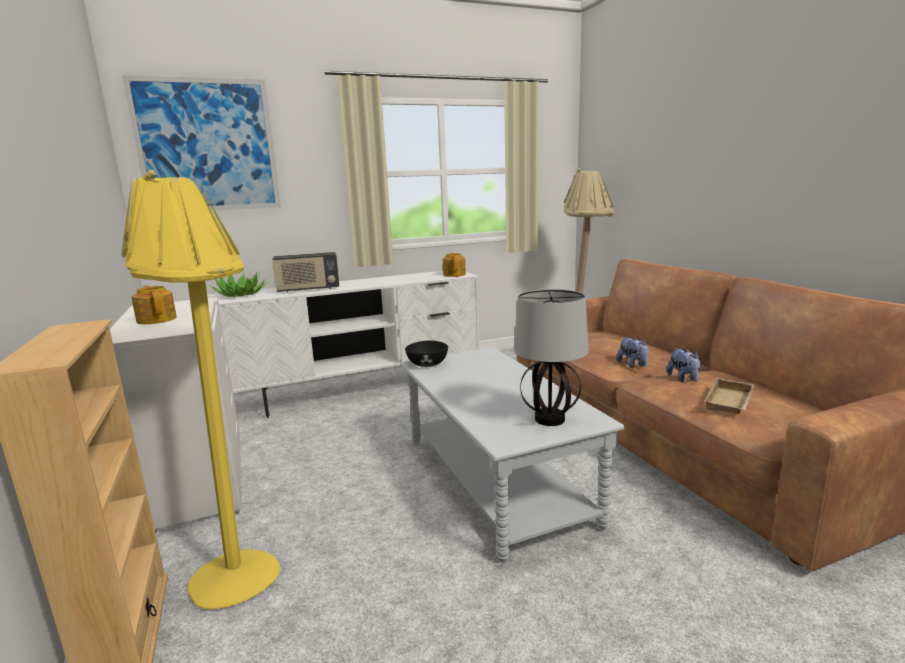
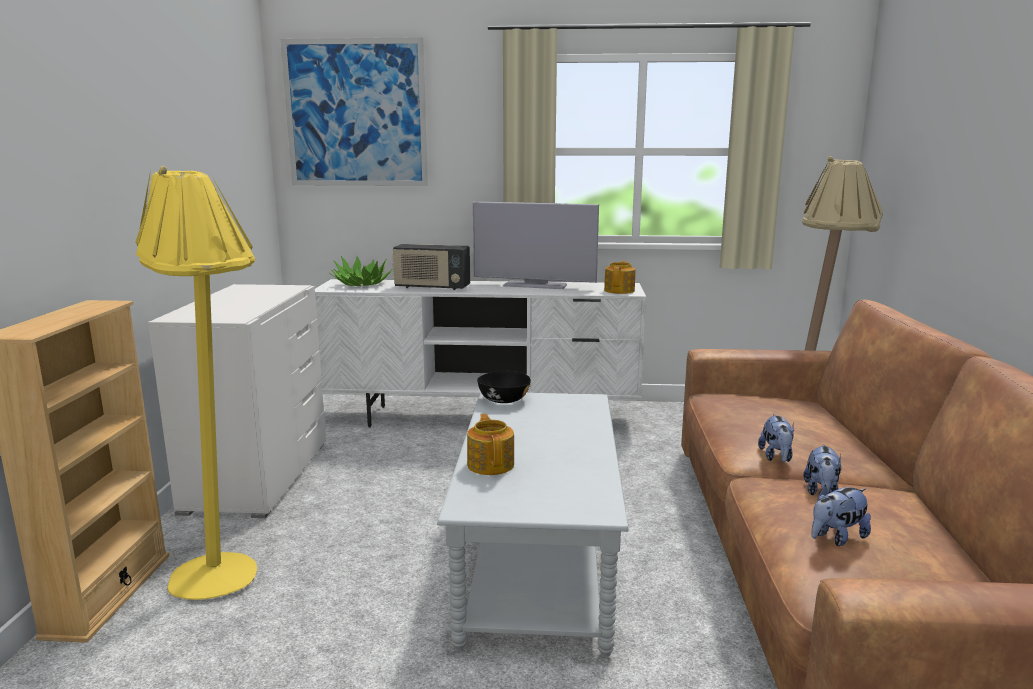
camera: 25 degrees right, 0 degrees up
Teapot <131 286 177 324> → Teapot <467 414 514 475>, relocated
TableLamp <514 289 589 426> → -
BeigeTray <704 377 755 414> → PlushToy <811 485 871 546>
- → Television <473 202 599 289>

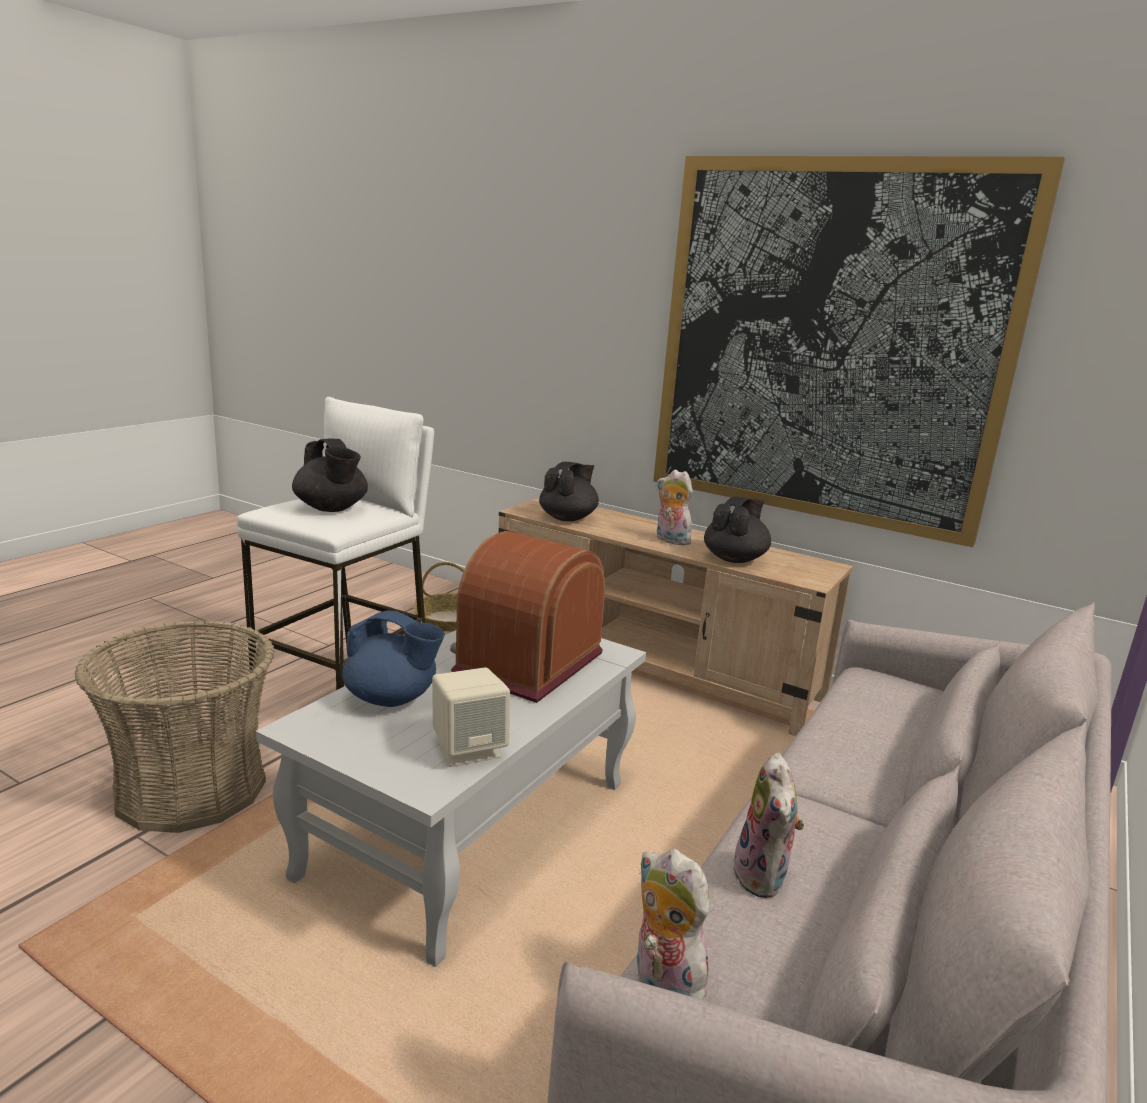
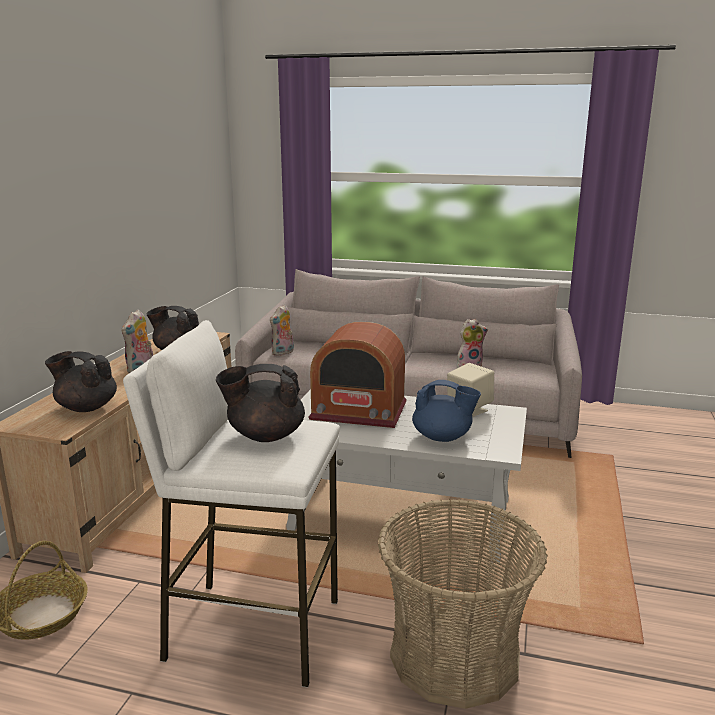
camera: 105 degrees left, 0 degrees up
BlackTeapot <292 439 368 512> → BlackTeapot <216 364 305 442>, 135 degrees counterclockwise
BlueTeapot <342 610 445 707> → BlueTeapot <412 380 481 442>, 105 degrees clockwise
PlushToy <637 848 709 1001> → PlushToy <270 305 294 356>, relocated
Picture <653 156 1065 547> → -

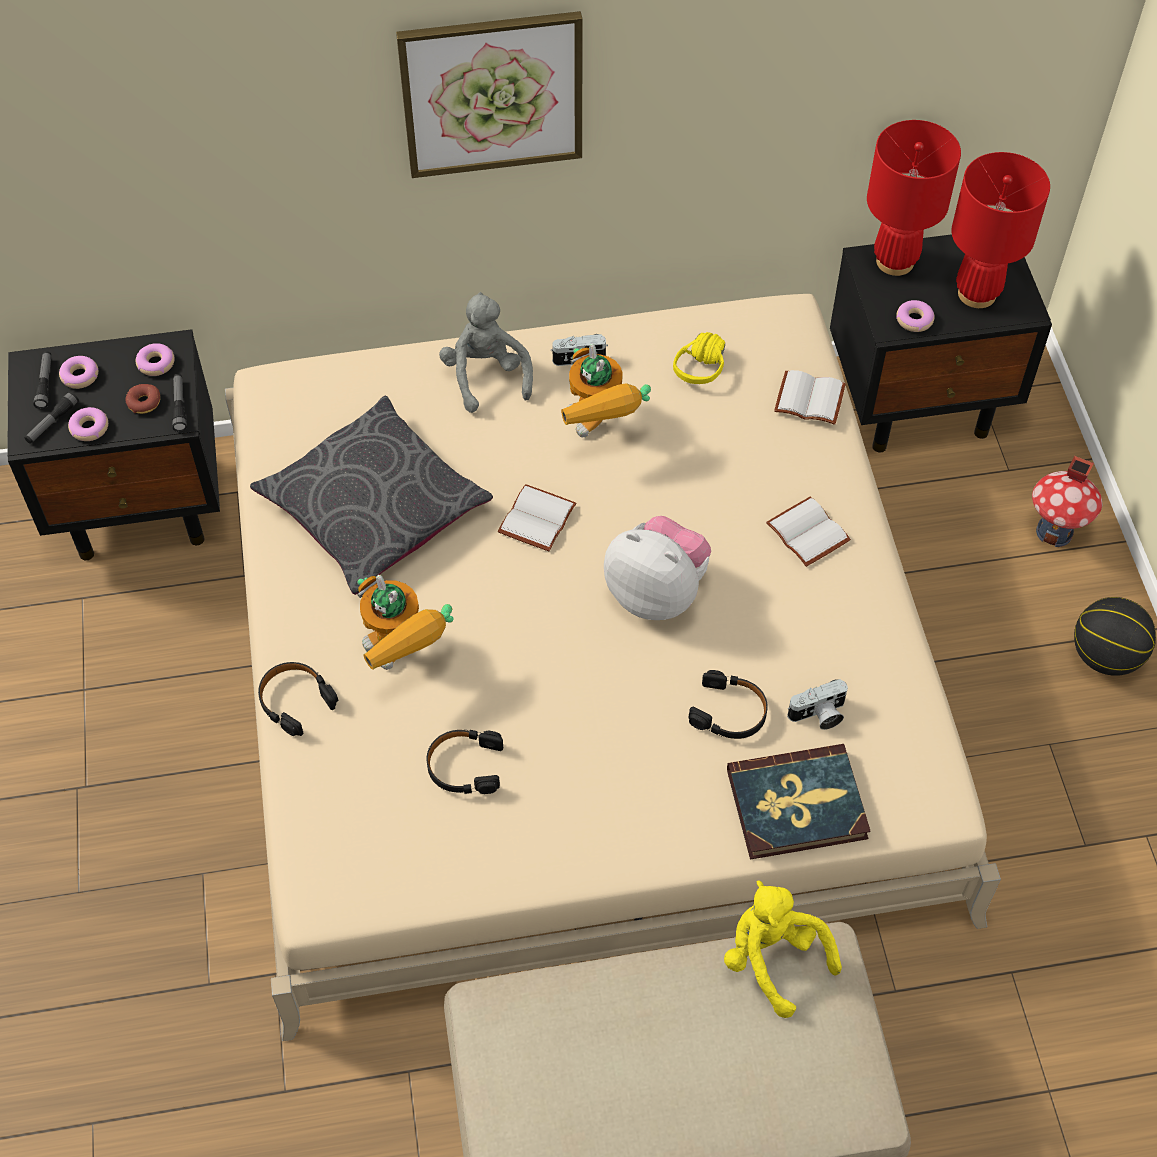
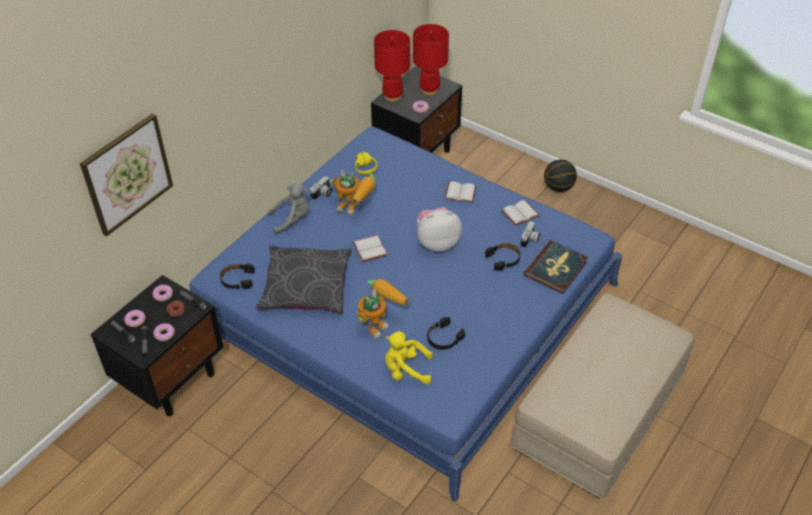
camera: 45 degrees left, 10 degrees down
BeigeBed <225 294 1001 1041> → BlueBed <189 126 623 502>
BlackHeadphones <258 662 338 736> → BlackHeadphones <220 264 255 289>, relocated
ToyRobot <357 575 453 670> → ToyRobot <356 279 409 339>, 60 degrees counterclockwise
Picture <396 11 583 178> → Picture <80 113 173 236>, relocated
GreyPlushToy <439 292 533 413> → GreyPlushToy <268 183 310 234>, 135 degrees clockwise
YellowPlushToy <724 880 842 1018> → YellowPlushToy <385 331 433 385>, relocated
WhiteBook <774 370 846 425> → WhiteBook <501 200 540 226>, relocated
ToyHouse <1032 456 1102 547> → -

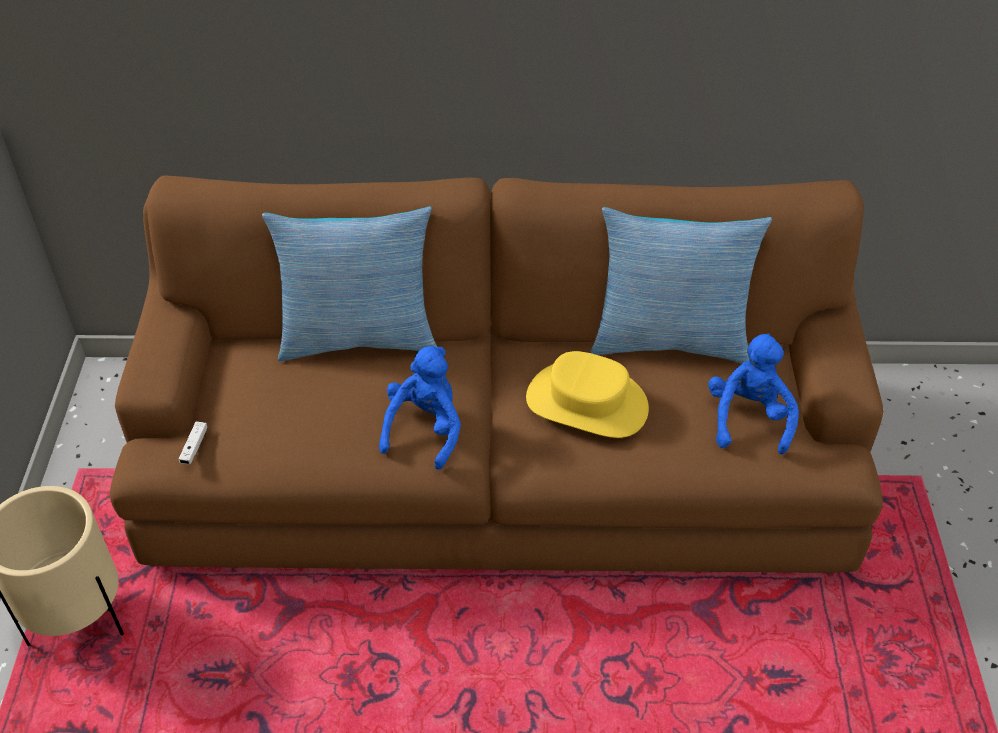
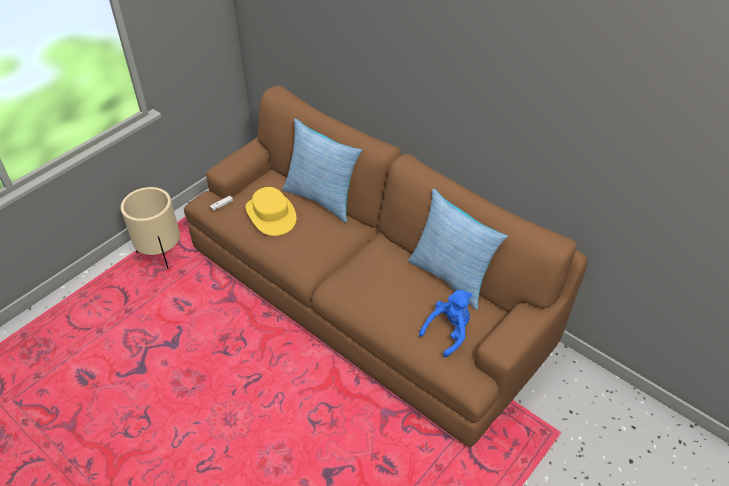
camera: 40 degrees right, 0 degrees up
BluePlushToy <379 346 461 470> → -
YellowHat <526 351 649 438> → YellowHat <246 187 296 236>, relocated

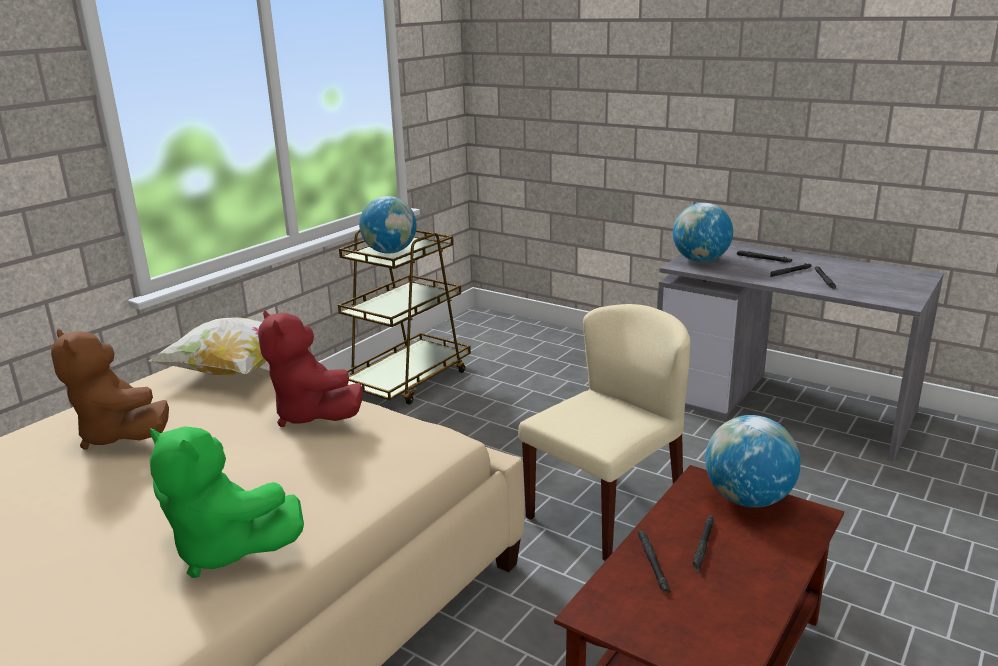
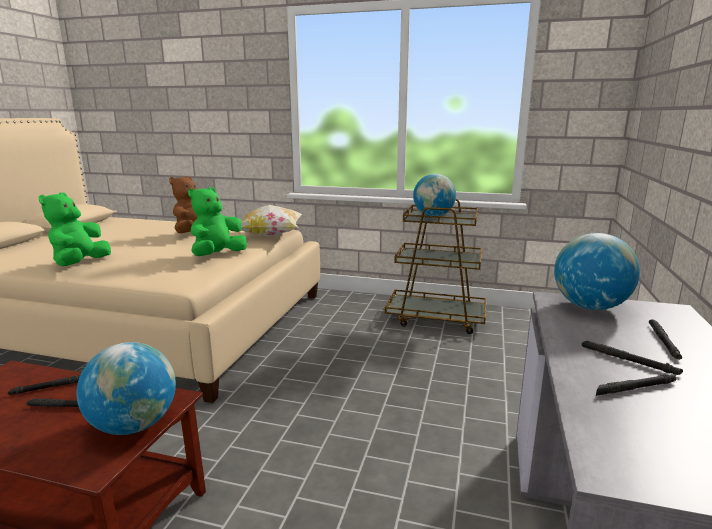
camera: 70 degrees right, 5 degrees down
RedPlushToy <258 310 363 427> → GreenPlushToy <188 187 247 256>
BeigeChair <518 304 690 561> → -

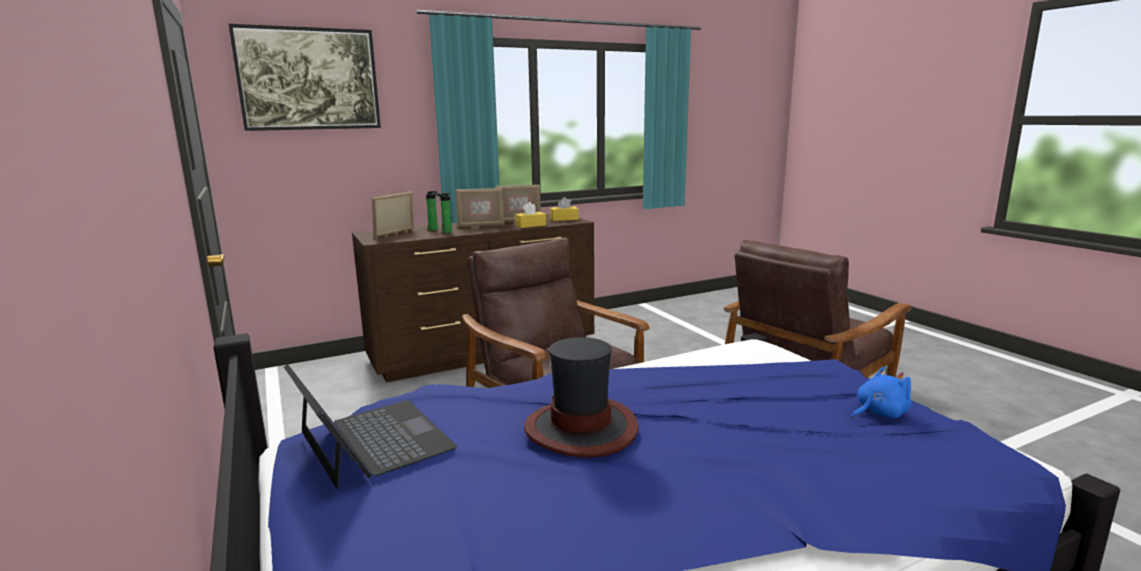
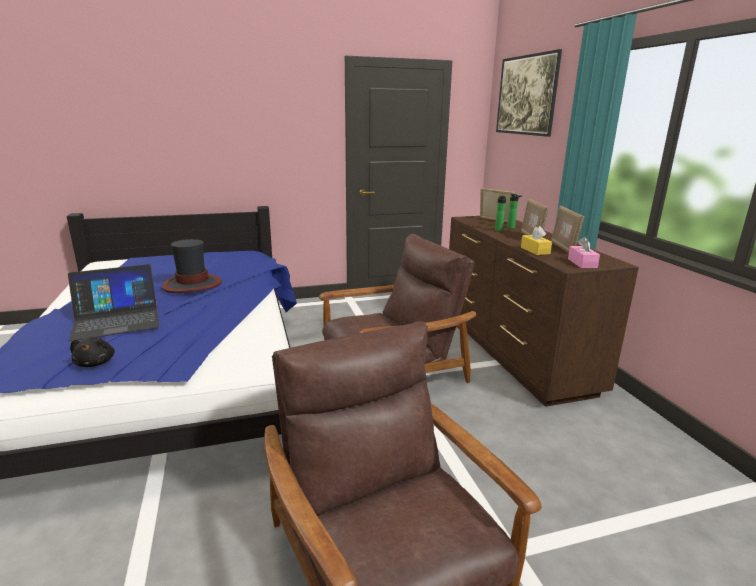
camera: 100 degrees right, 5 degrees up
Laptop <284 364 457 489> → Laptop <68 264 159 341>, relocated
YellowTissueBox <550 197 579 221> → PinkTissueBox <568 237 600 268>
BluePlushToy <852 367 911 418> → BlackPlushToy <70 337 115 367>

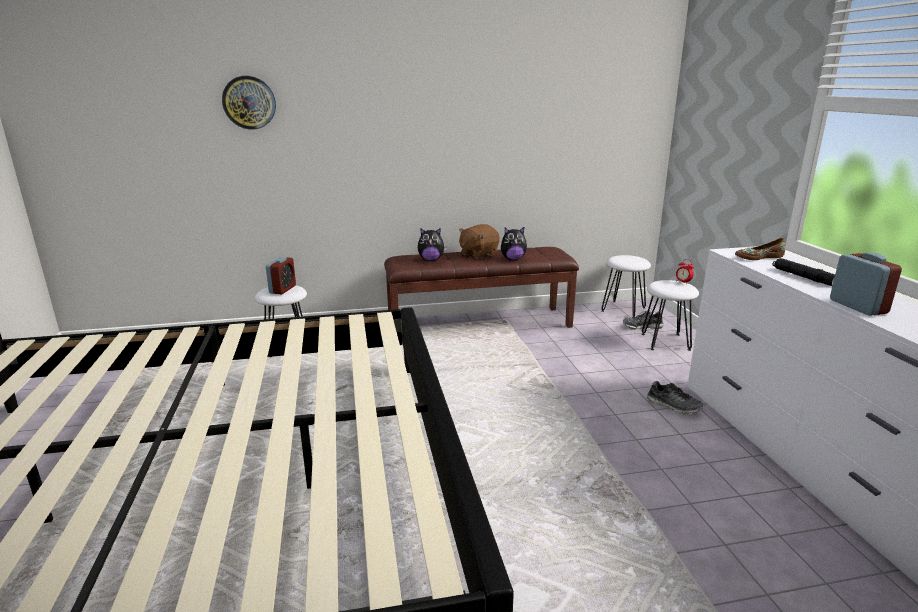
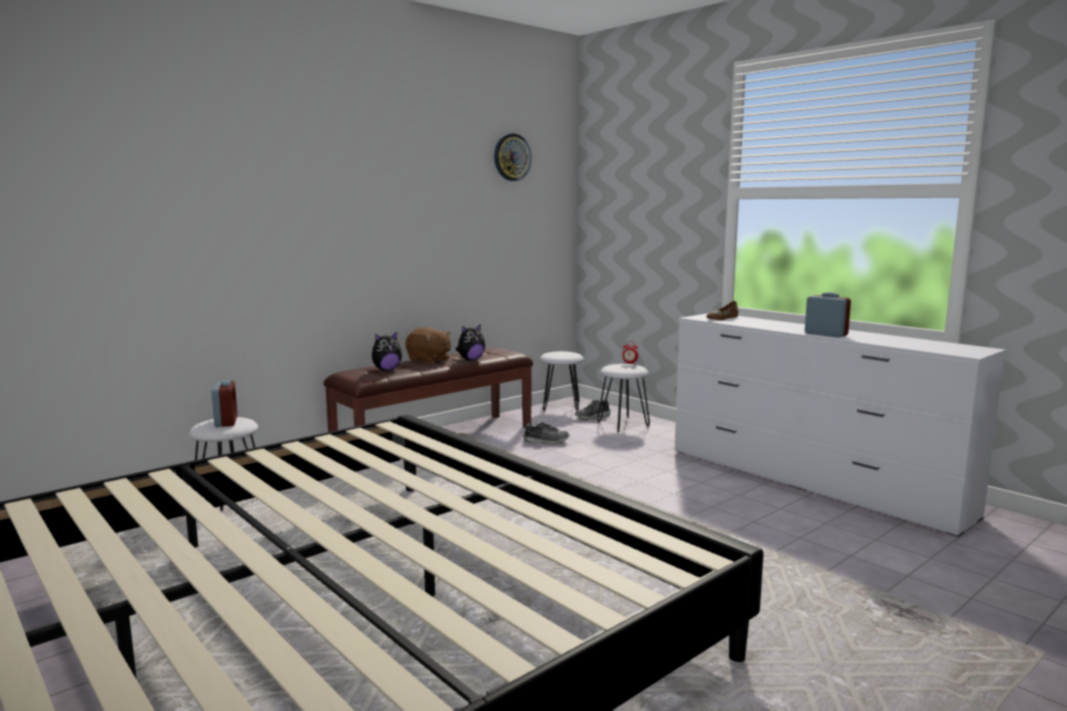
camera: 30 degrees left, 10 degrees down
WallClock <222 76 276 130> → WallClock <494 133 532 181>, relocated
BrownPlushToy <459 224 500 259> → BrownPlushToy <406 327 451 364>, 75 degrees counterclockwise
Shoe <646 381 703 415> → Shoe <523 422 569 444>, relocated
BlackFlashlight <773 258 835 286> → -

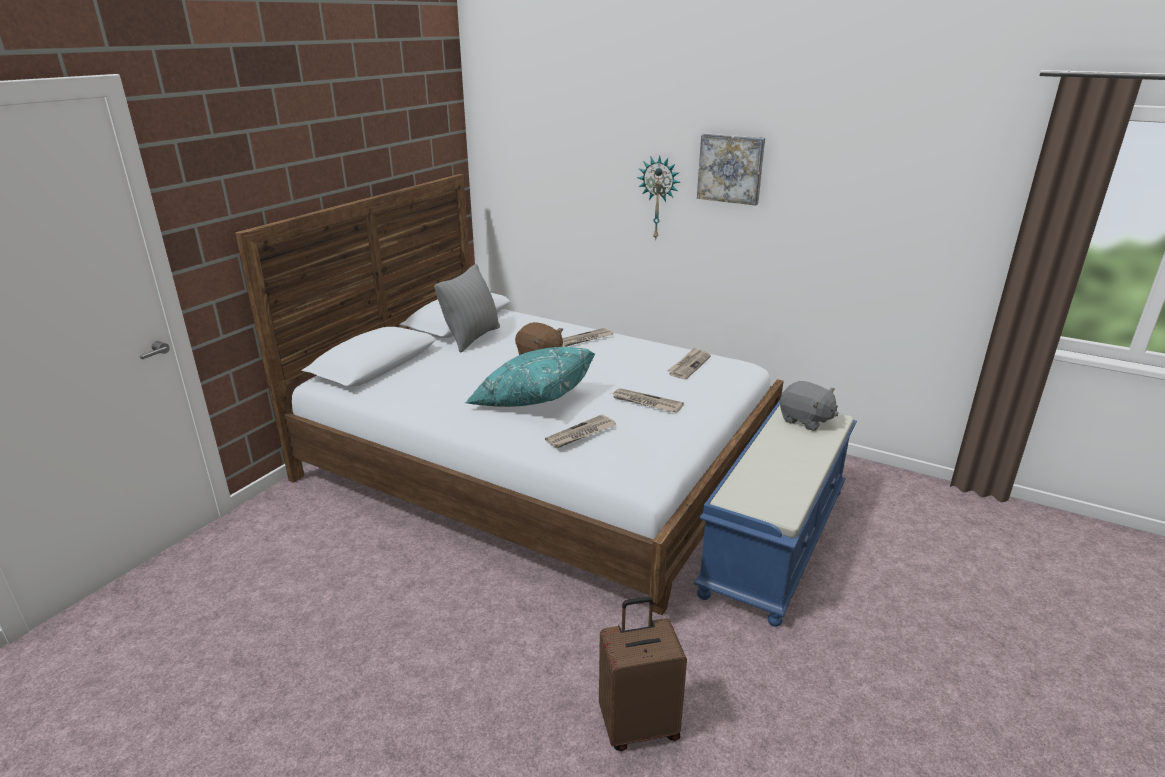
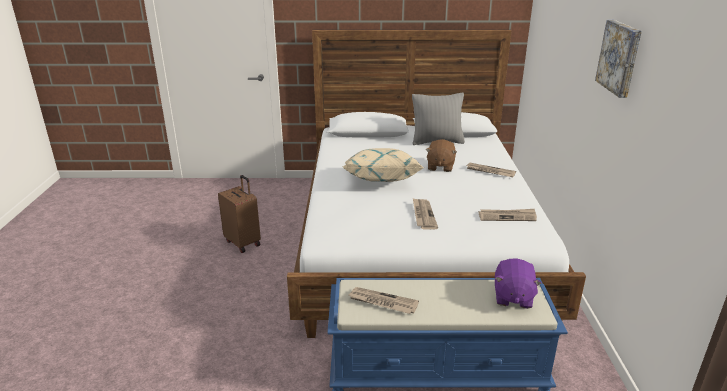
camera: 60 degrees right, 0 degrees up
TurquoisePillow <465 347 596 407> → BeigePillow <343 148 424 182>
Newspaper <545 415 616 448> → Newspaper <349 287 419 314>, relocated
BrownSuitcase <599 597 687 751> → BrownSuitcase <218 175 261 253>, relocated
WallClock <637 156 680 241> → -
GreyPlushToy <780 381 838 431> → PurplePlushToy <495 259 542 309>

